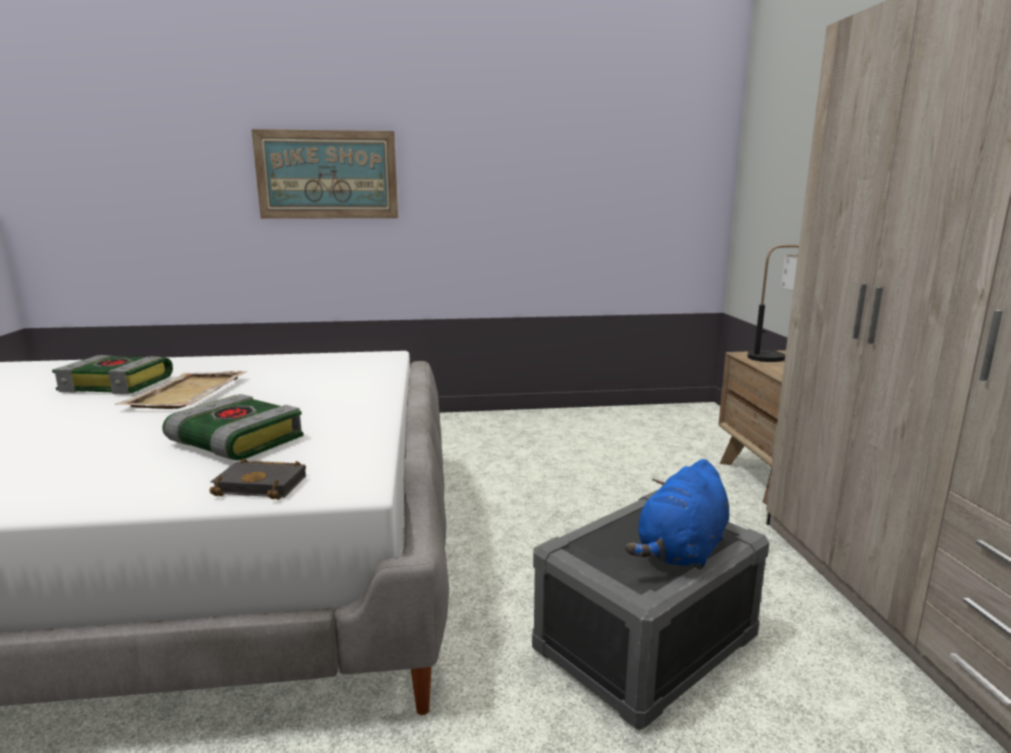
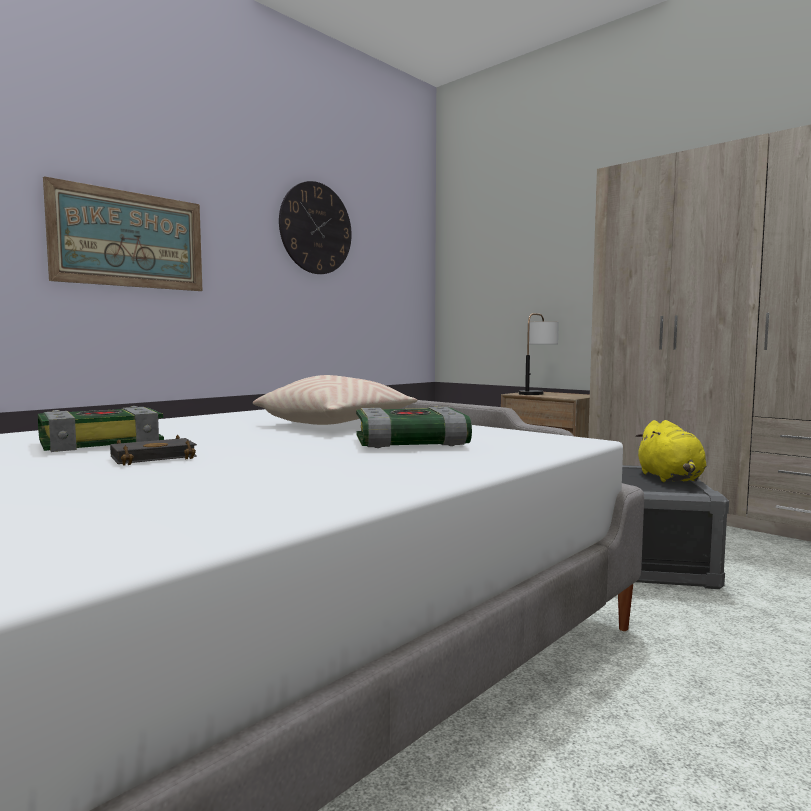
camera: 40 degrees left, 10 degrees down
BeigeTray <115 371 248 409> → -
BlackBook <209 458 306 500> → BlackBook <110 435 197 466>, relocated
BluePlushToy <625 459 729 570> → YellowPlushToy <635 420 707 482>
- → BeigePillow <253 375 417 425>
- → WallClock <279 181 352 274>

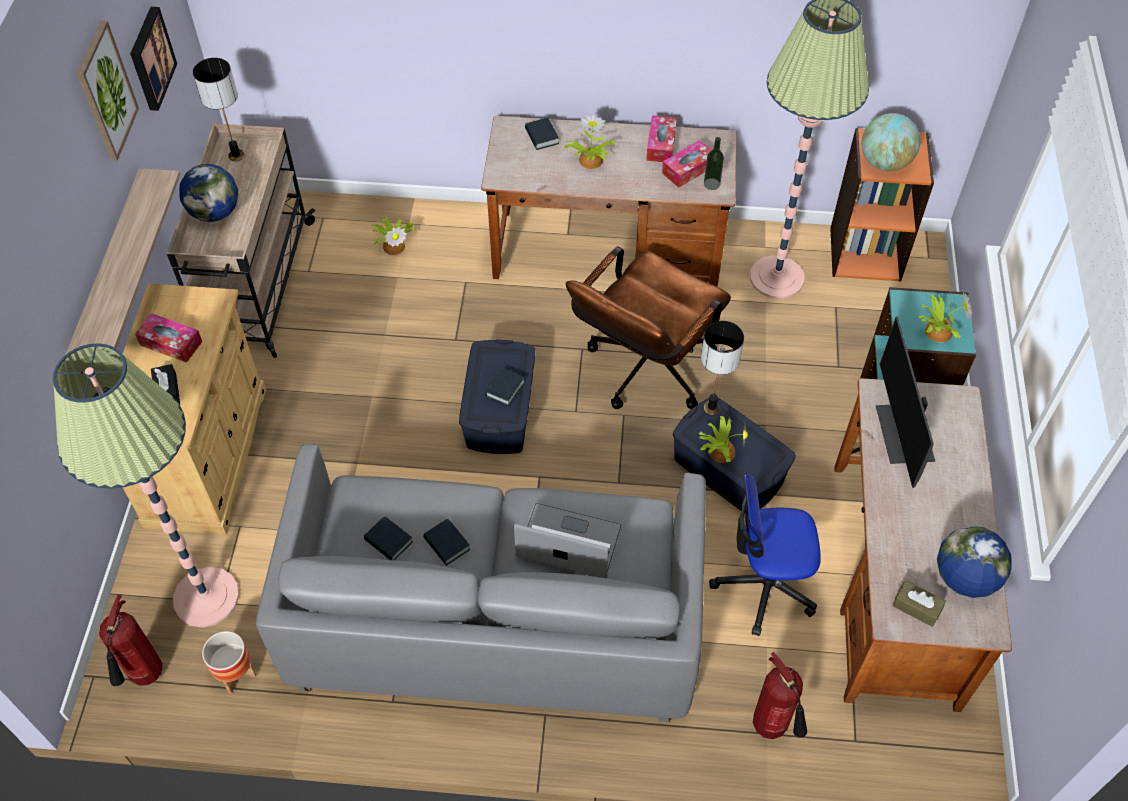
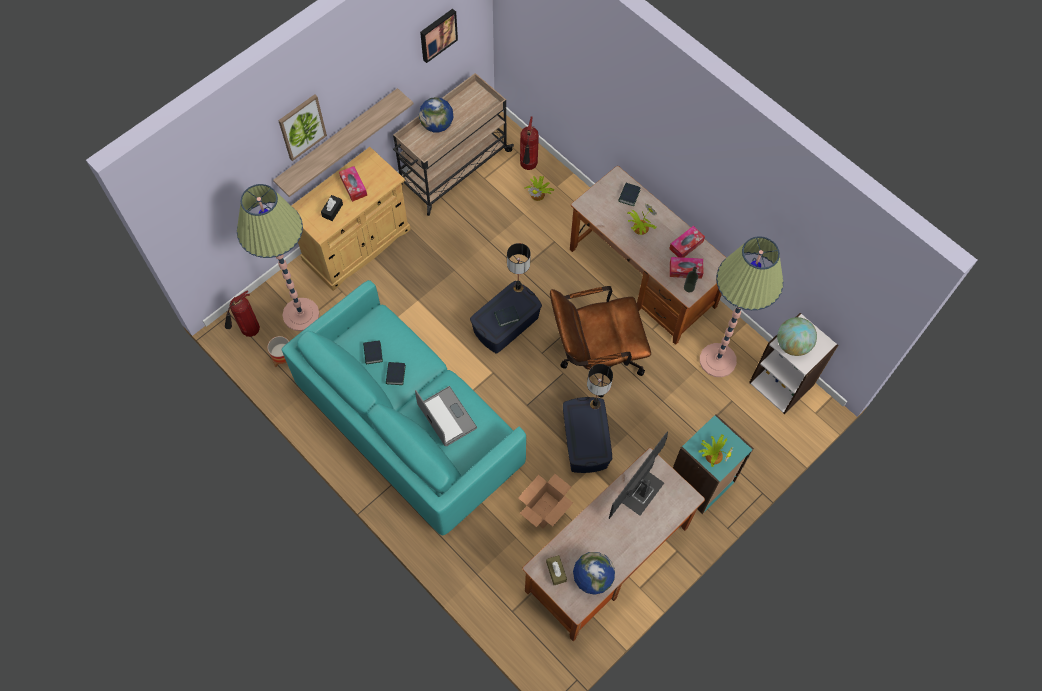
camera: 40 degrees right, 10 degrees up
Picture <76 21 139 161> → Picture <278 94 327 161>, relocated
TableLamp <193 58 245 161> → TableLamp <507 243 531 293>, relocated
GreySofa <256 444 706 722> → TurquoiseSofa <282 280 526 535>
PottedPlant <699 416 748 463> → -
OfficeChair <709 473 821 636> → CardboardBox <518 474 573 529>
FireExtinguisher <753 652 807 739> → FireExtinguisher <520 116 539 170>, relocated
OrangeBookcase <830 128 934 281> → WhiteBookcase <749 313 838 414>

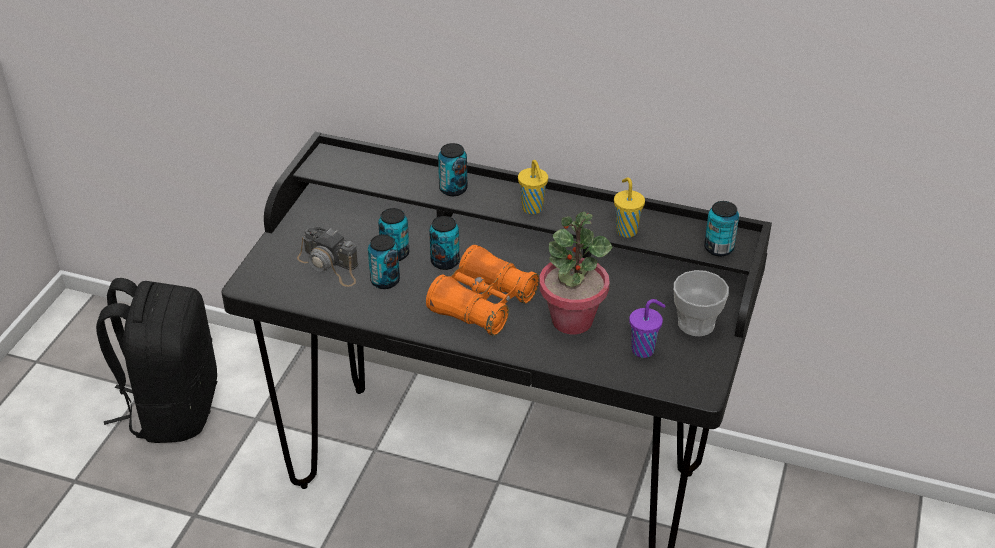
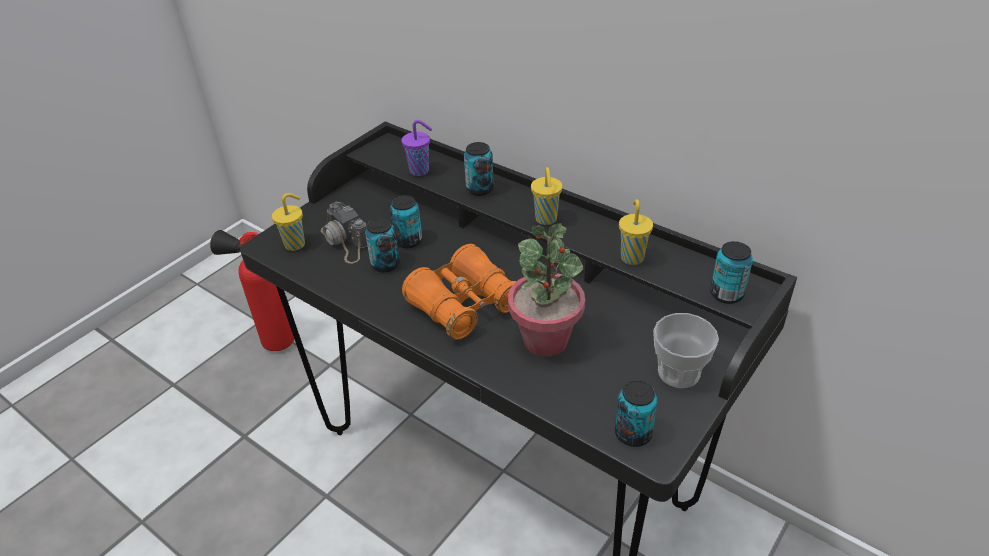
camera: 20 degrees right, 0 degrees up
BlackBackpack <96 278 217 443> → FireExtinguisher <210 230 294 351>
Can <429 216 460 270> → Can <615 380 658 447>, relocated
PurpleCup <629 299 665 358> → PurpleCup <401 120 432 176>, relocated
- → YellowCup <272 193 305 251>

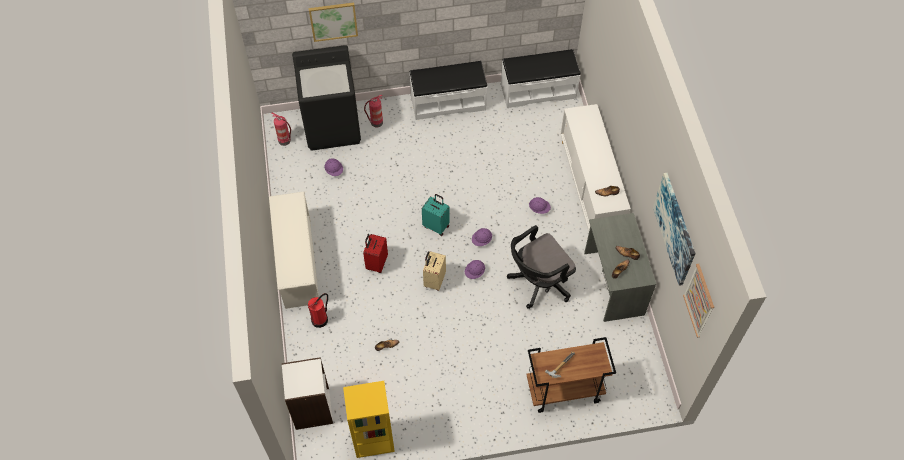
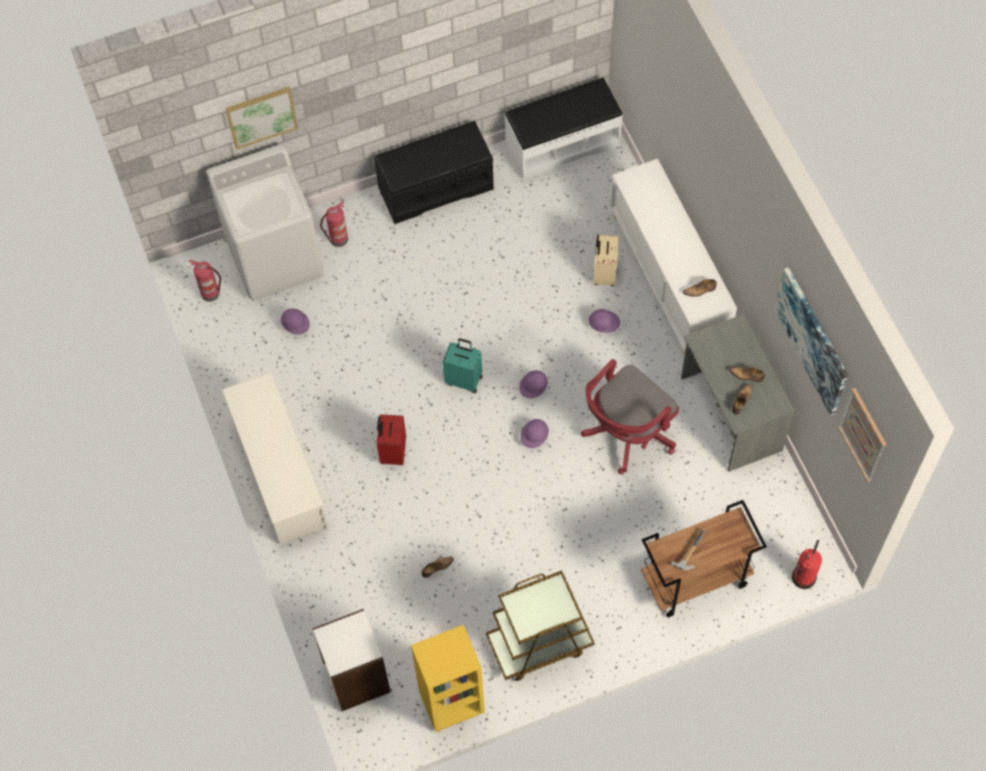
camera: 10 degrees left, 5 degrees up
BlackWashingMachine <292 45 361 151> → WhiteWashingMachine <206 144 323 301>
FireExtinguisher <307 293 328 328> → FireExtinguisher <792 540 822 589>, relocated
WhiteBench <409 61 488 120> → BlackBench <374 121 494 224>
BeigeSuitcase <423 251 446 291> → BeigeSuitcase <593 235 619 286>, relocated
BlackOfficeChair <507 225 576 309> → RedOfficeChair <581 359 679 474>
- → BrownCart <486 570 595 681>

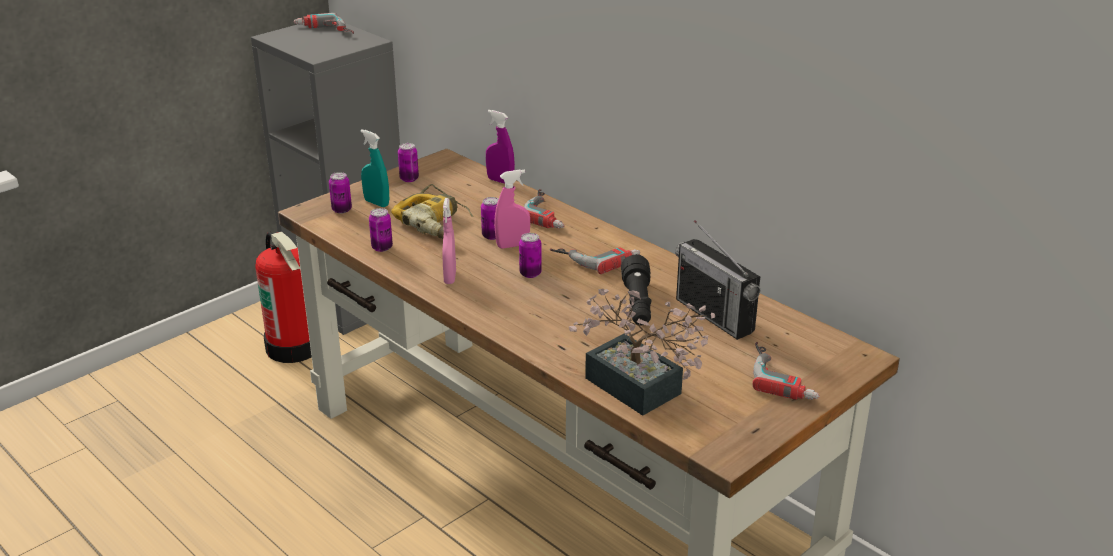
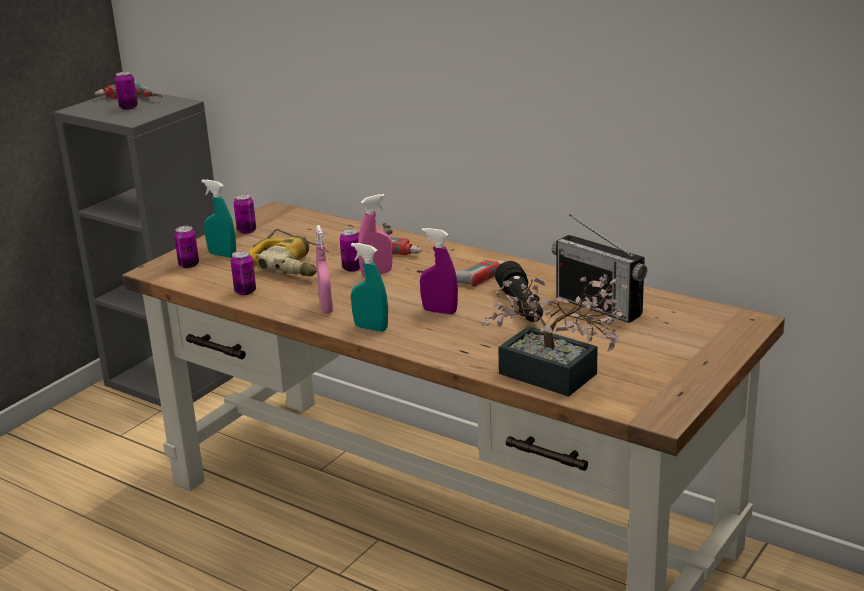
camera: 10 degrees left, 5 degrees down
FireExtinguisher <255 232 312 363> → -
PurpleSprayBottle <486 110 515 184> → PurpleSprayBottle <420 228 458 314>, relocated
Can <519 233 542 278> → Can <115 71 138 110>, relocated
PowerDrill <752 342 820 400> → -
- → TurquoiseSprayBottle <351 243 388 332>

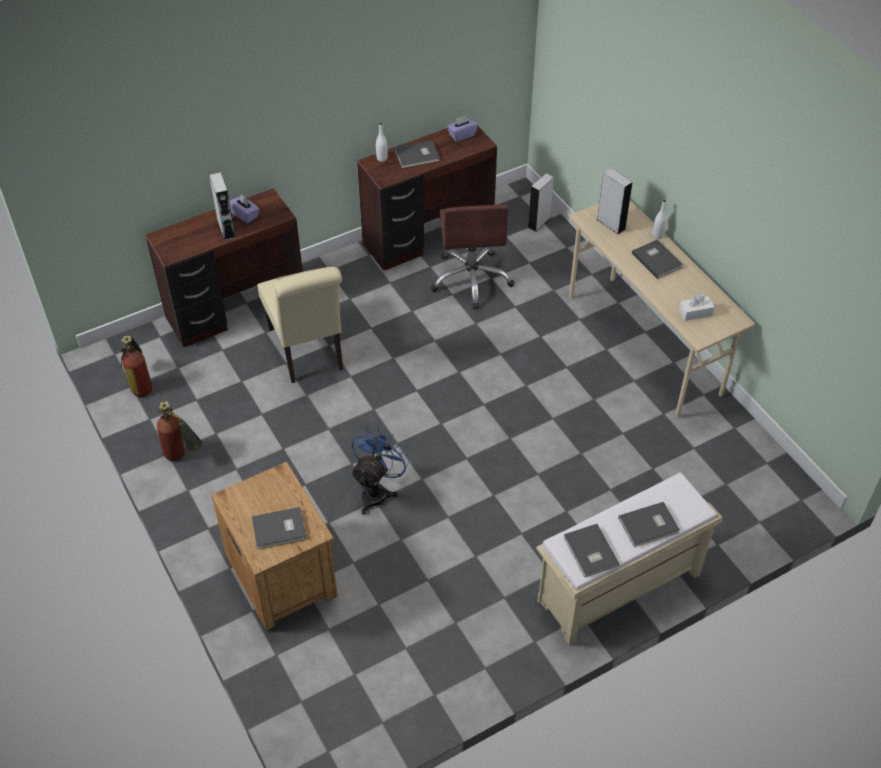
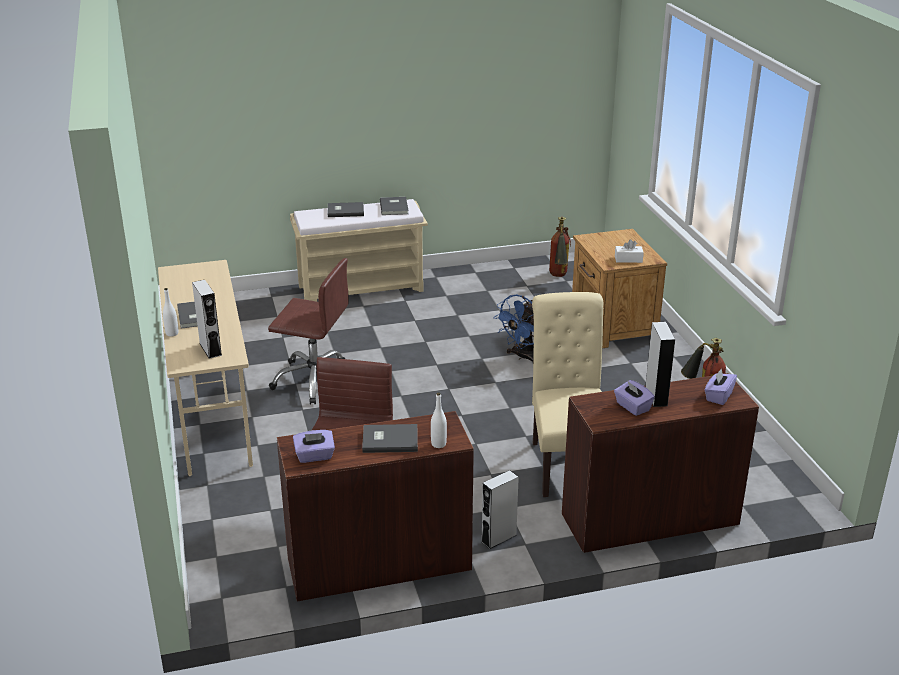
camera: 165 degrees left, 20 degrees down
FireExtinguisher <121 335 152 397> → FireExtinguisher <549 217 571 277>, relocated
GreyBook <252 507 307 549> → -
GreySpeaker <528 173 554 232> → GreySpeaker <481 470 519 549>, relocated
WhiteTissueBox <679 294 714 321> → WhiteTissueBox <615 239 644 263>, relocated
- → BrownOfficeChair <268 258 349 405>
- → PurpleTissueBox <705 368 737 405>

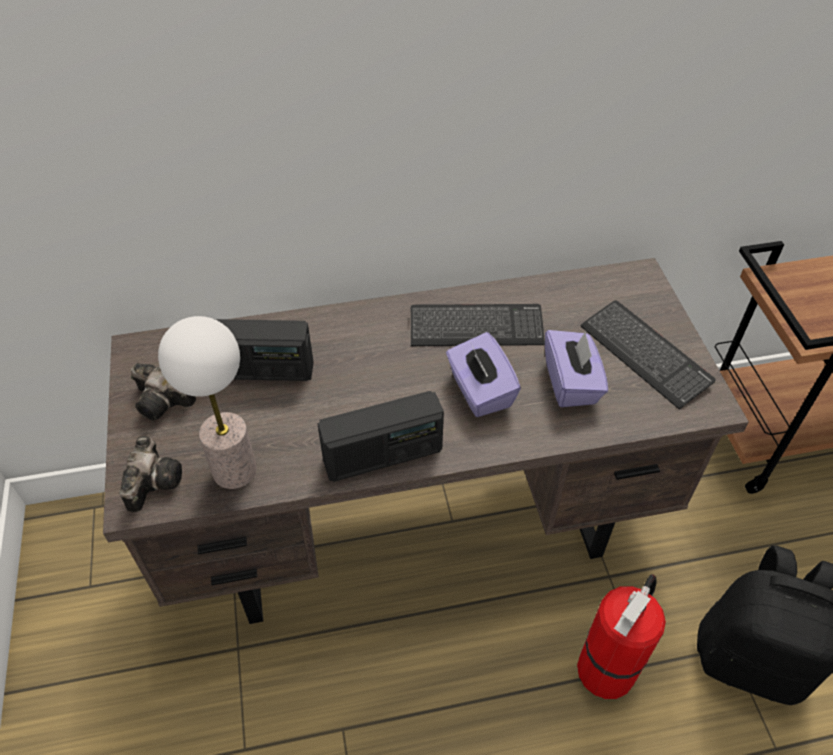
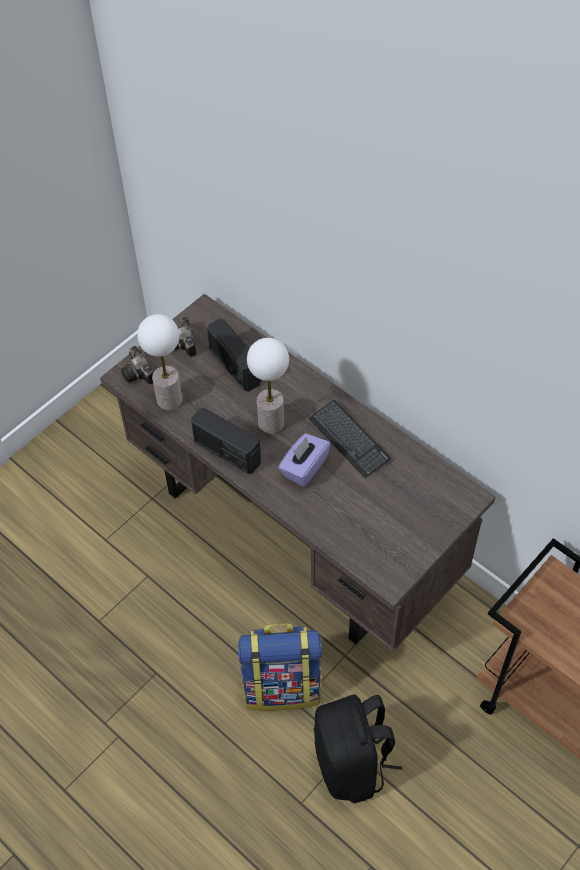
camera: 55 degrees right, 5 degrees up
PhotoCamera <119 436 182 512> → PhotoCamera <121 346 154 384>, 90 degrees clockwise
PurpleTissueBox <545 330 608 407> → -
FireExtinguisher <577 574 666 699> → Backpack <237 623 322 711>
Keyboard <580 300 716 410> → -
- → TableLamp <247 338 289 434>

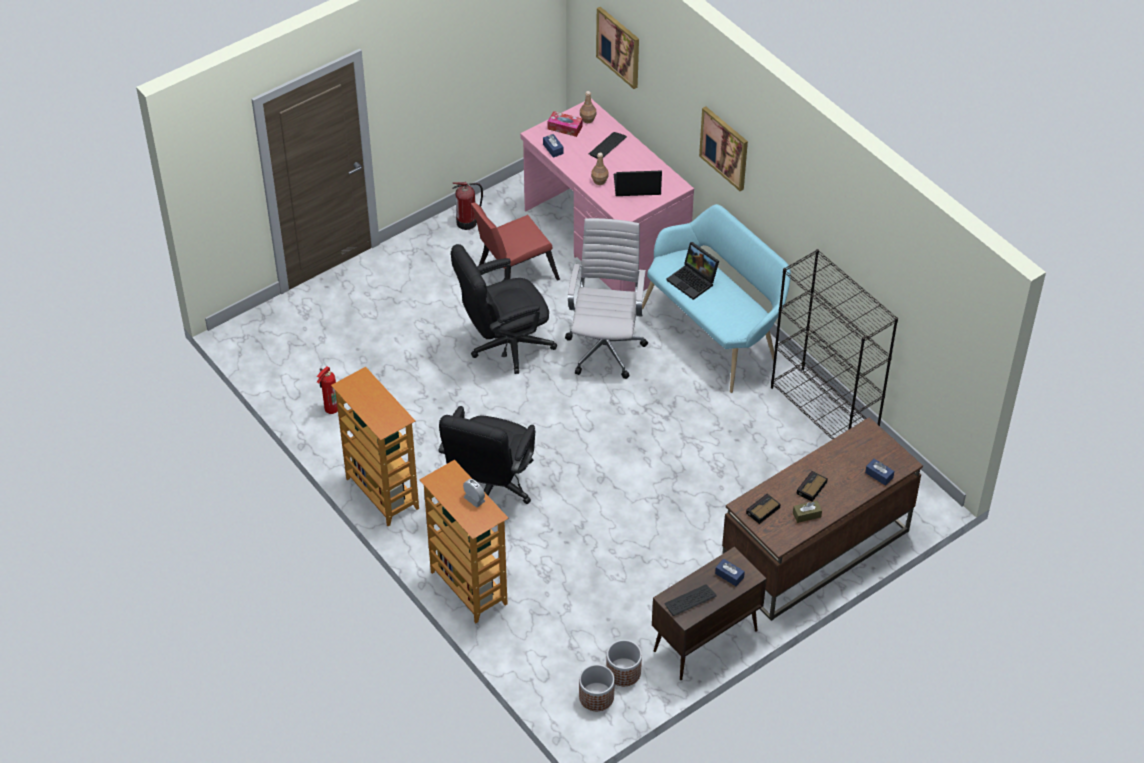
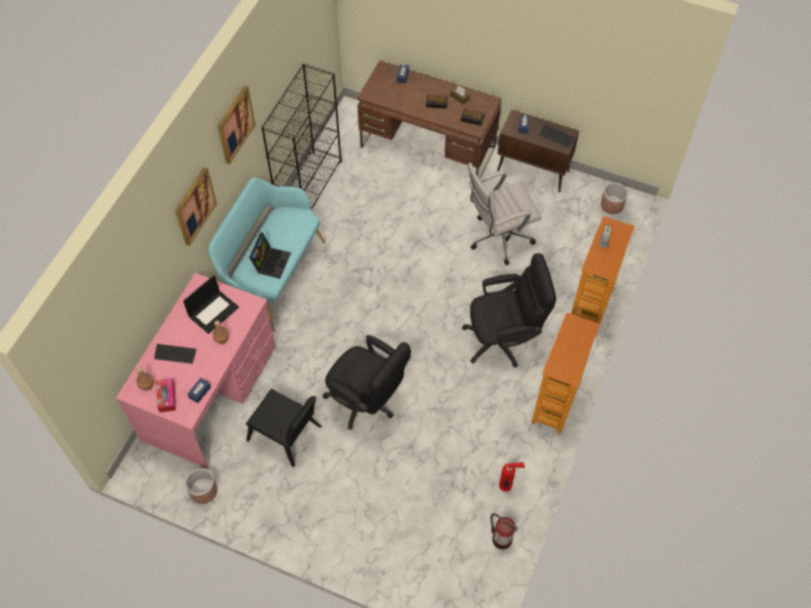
camera: 120 degrees left, 10 degrees up
FireExtinguisher <452 182 483 230> → FireExtinguisher <491 513 517 549>, relocated
RedChair <471 203 560 281> → BlackChair <246 389 321 467>
WhiteOfficeChair <565 218 648 379> → WhiteOfficeChair <467 162 542 265>, relocated
Picture <596 7 639 89> → Picture <217 86 255 164>, relocated
Planter <606 640 642 686> → Planter <185 468 217 504>, relocated
Laptop <614 171 662 196> → Laptop <183 275 239 334>, 105 degrees counterclockwise

